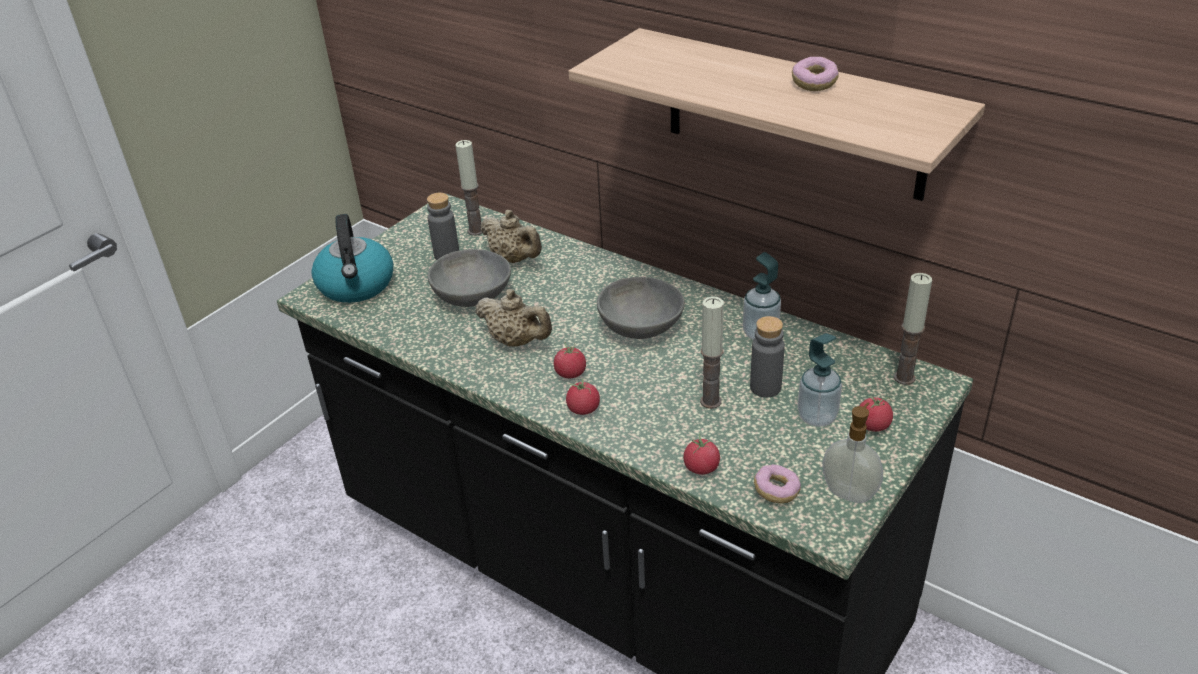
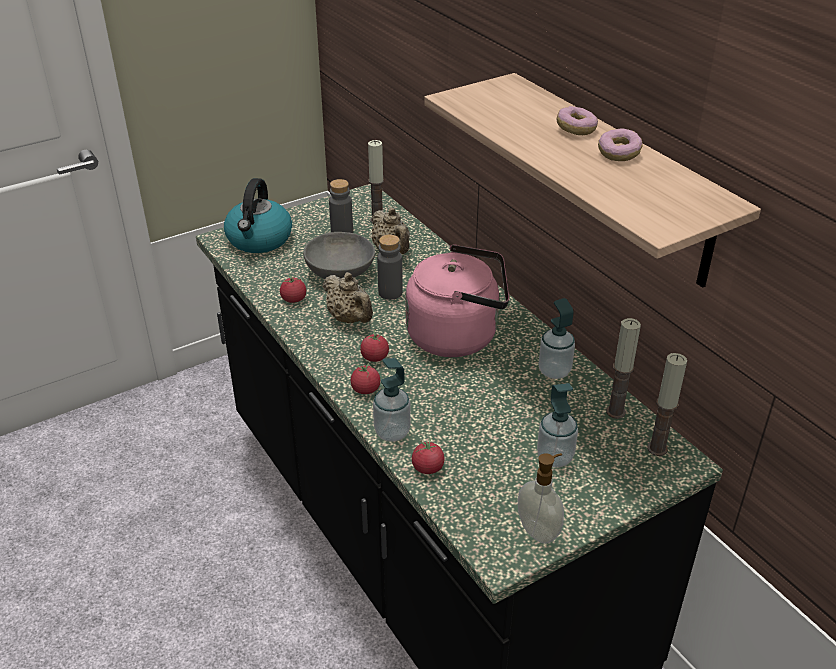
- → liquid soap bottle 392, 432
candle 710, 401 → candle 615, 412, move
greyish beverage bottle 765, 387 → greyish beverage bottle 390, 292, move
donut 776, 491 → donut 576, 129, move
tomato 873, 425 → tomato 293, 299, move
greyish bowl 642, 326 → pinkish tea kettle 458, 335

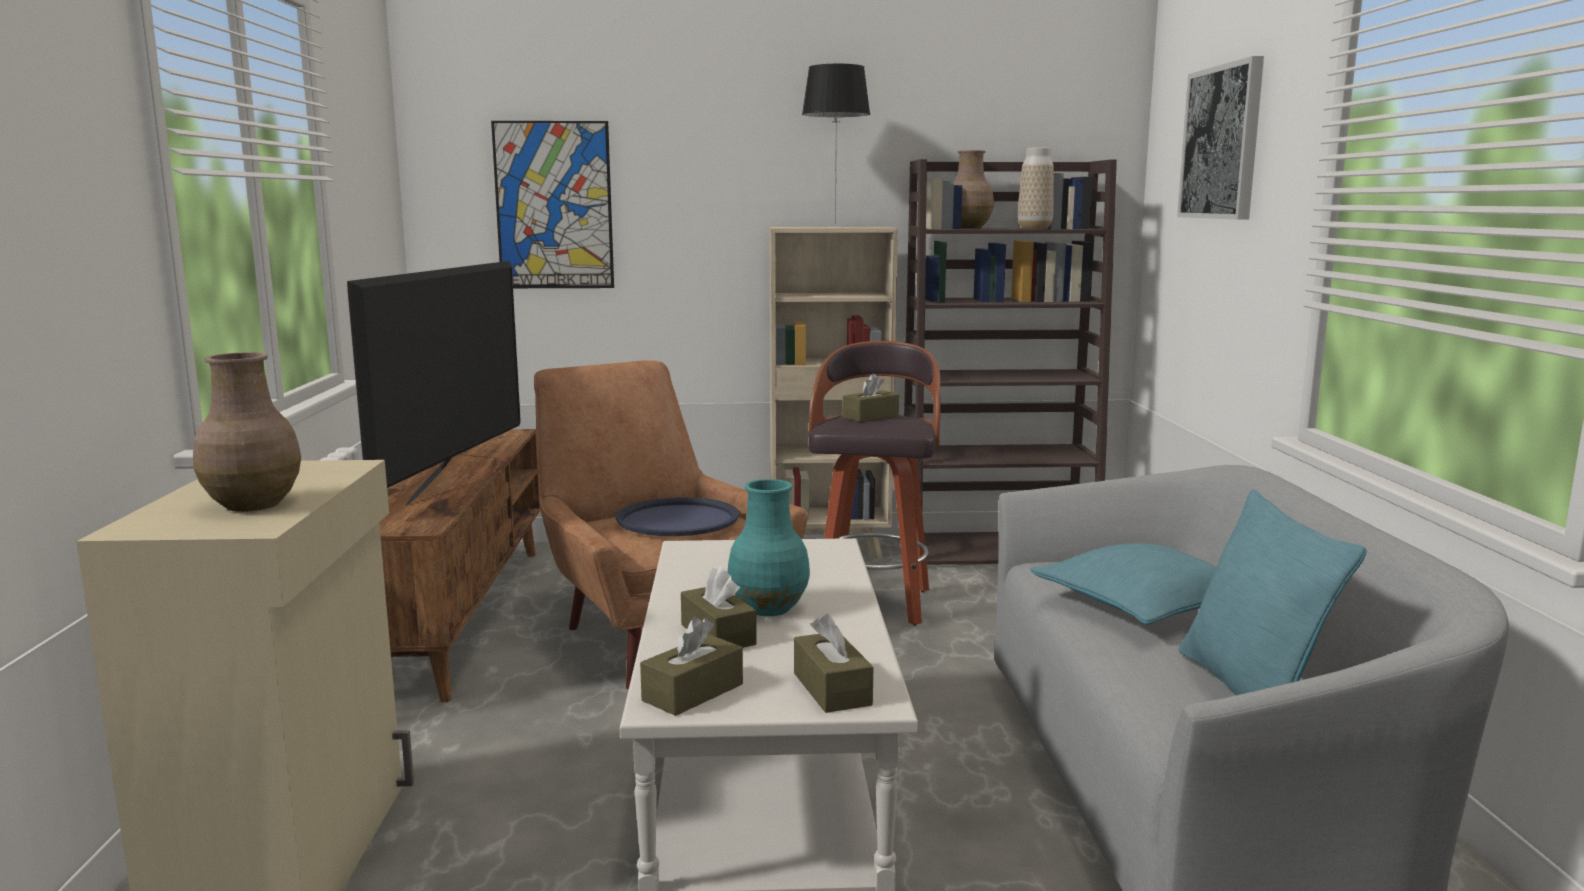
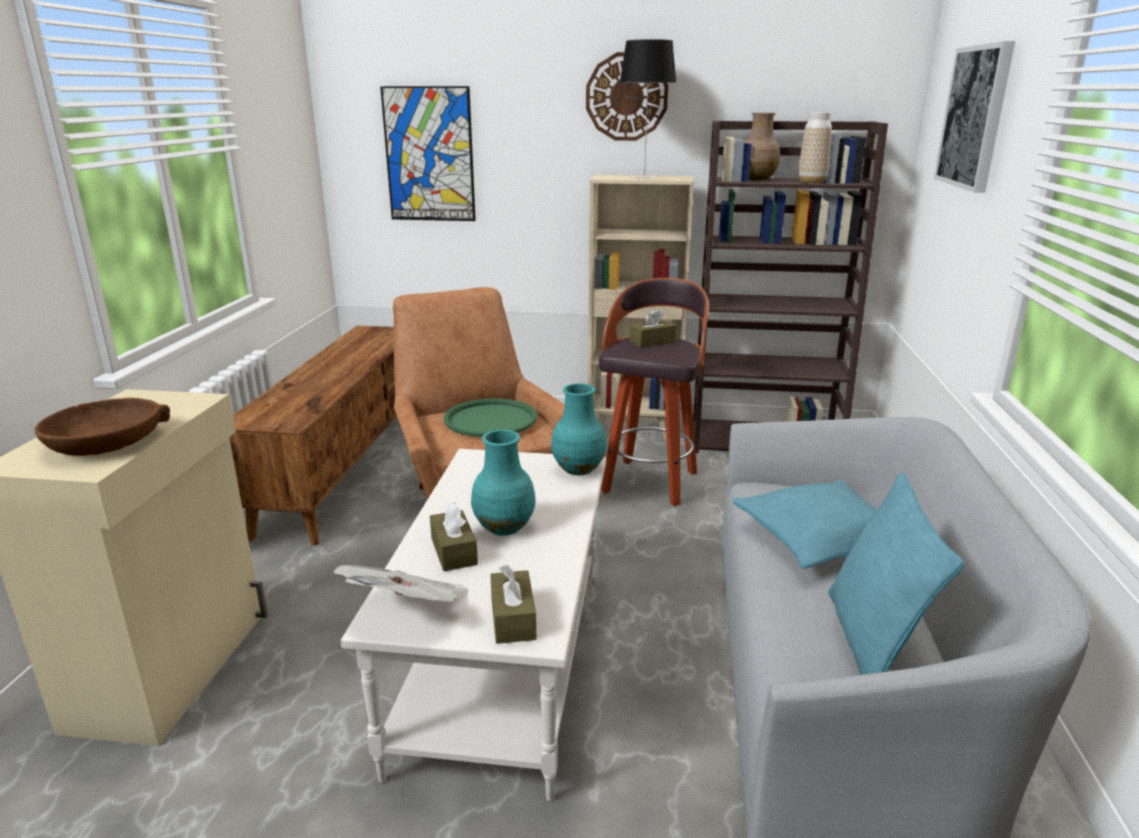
TV 452, 480 → -
- → turquoise decorative vase 578, 468
- → hanging clock 626, 97
brown-coloured decorative vase 252, 504 → brown-coloured bowl 106, 441
brown-coloured box of tissues 693, 692 → daily paper 408, 610
blue tray 677, 519 → greenish tray 490, 419

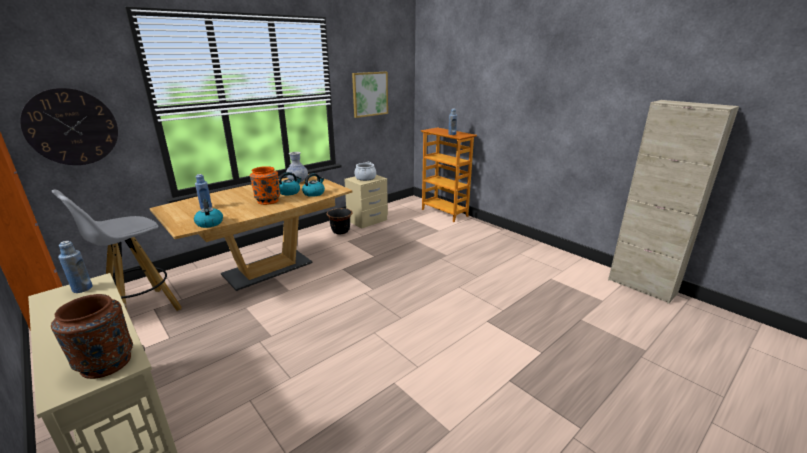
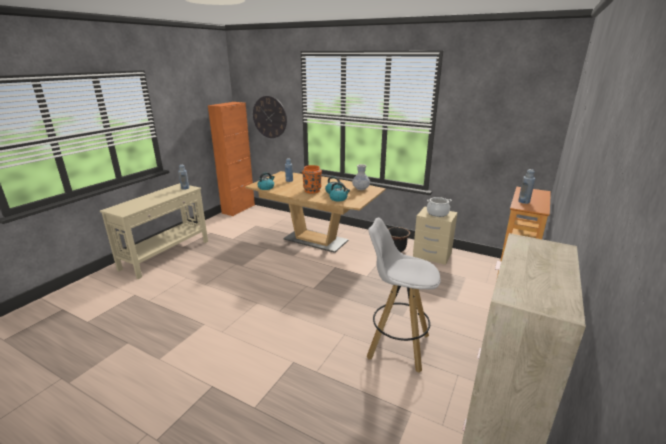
brown-coloured decorative vase 105, 362 → -
picture 370, 94 → -
white-coloured sitting stool 141, 311 → white-coloured sitting stool 397, 346, move

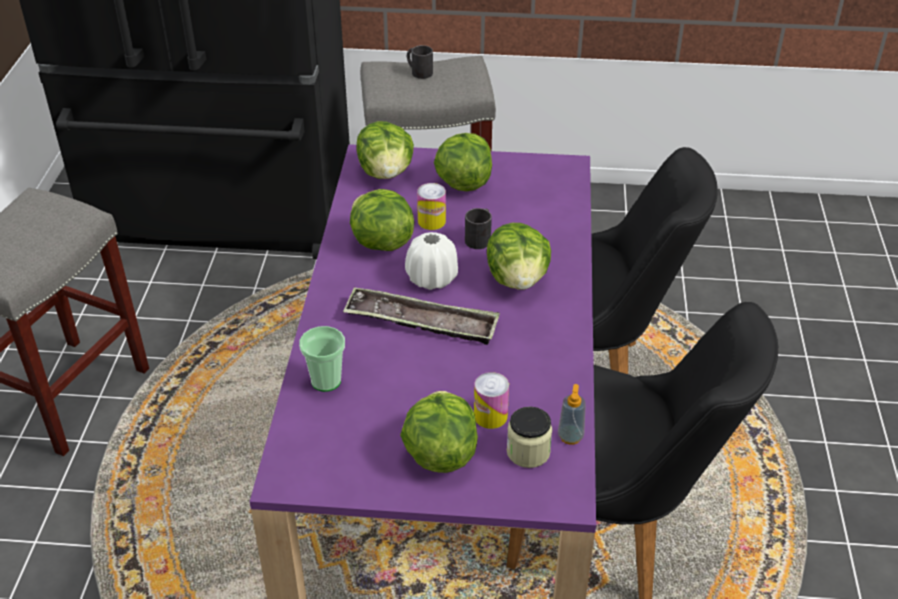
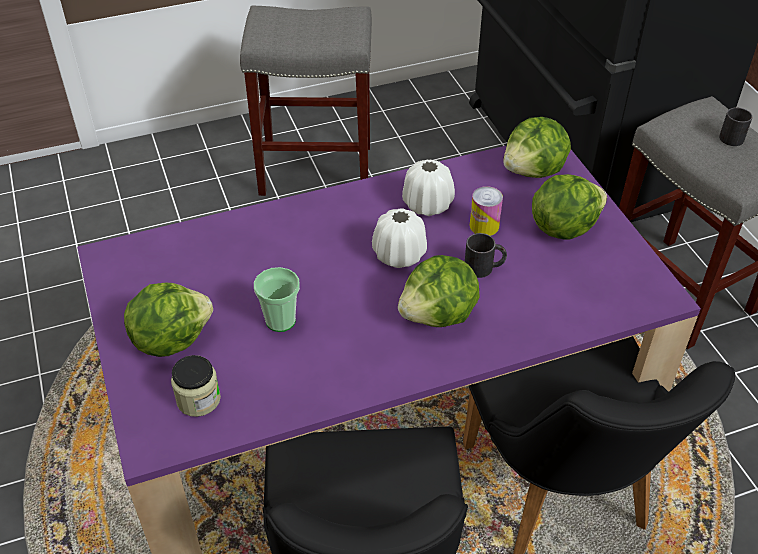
tray 421, 322 → -
metal can 490, 416 → -
liquid soap bottle 570, 436 → -
small cup 326, 381 → small cup 280, 320, move
lettuce head 381, 243 → white-coloured decorative vase 427, 205

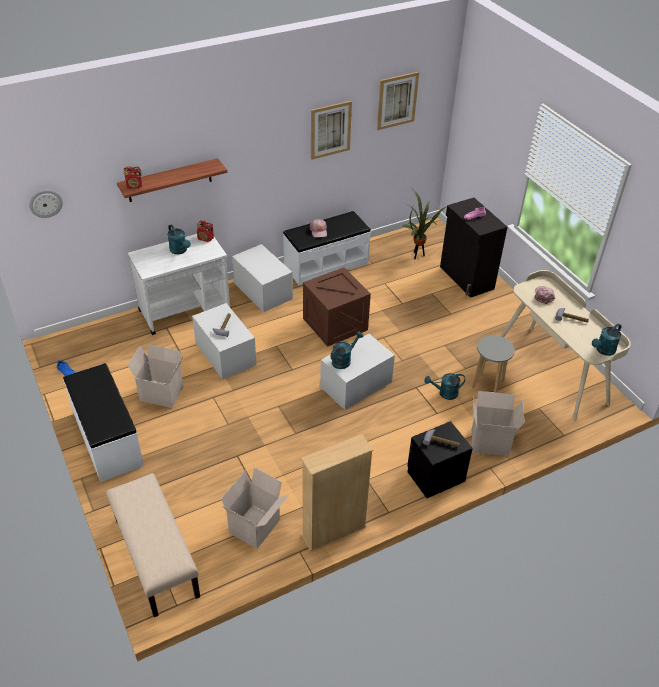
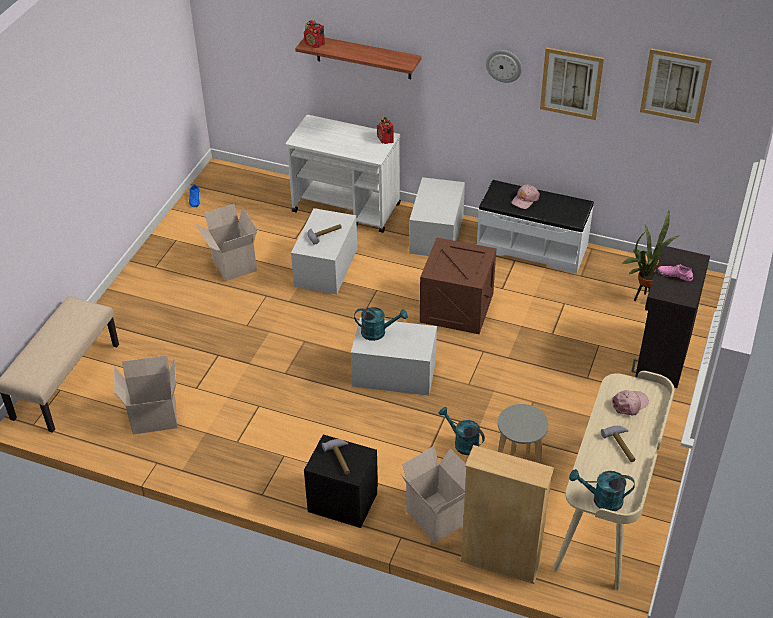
white-coloured long seat 106, 439 → -
turquoise watering pot 180, 250 → -
hanging clock 45, 203 → hanging clock 504, 65, move
sand-coloured bookshelf 333, 531 → sand-coloured bookshelf 500, 562, move

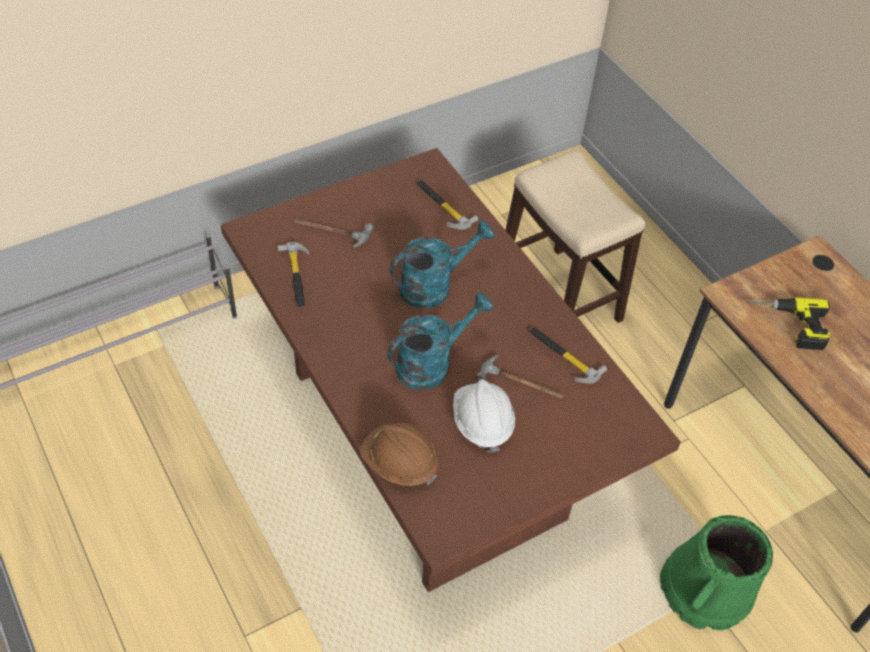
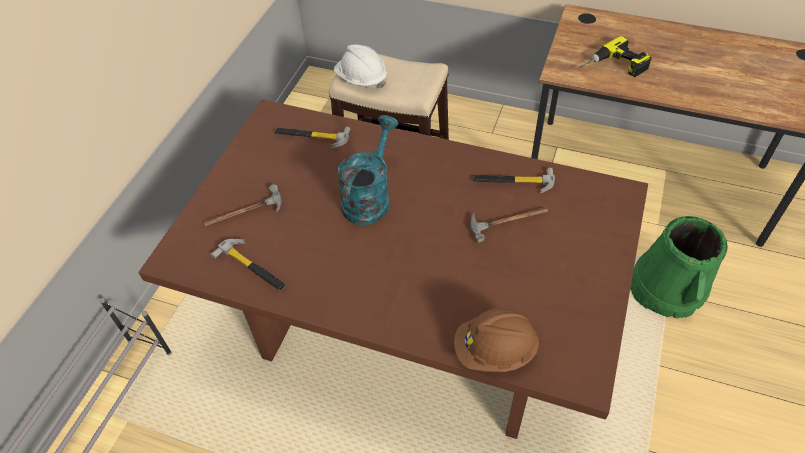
turquoise watering pot 431, 363 → -
white-coloured hard hat 482, 423 → white-coloured hard hat 361, 79, move

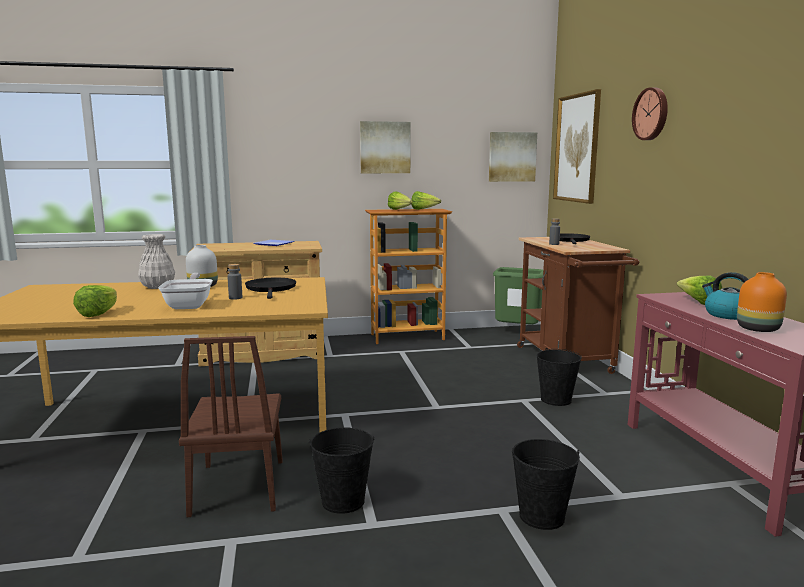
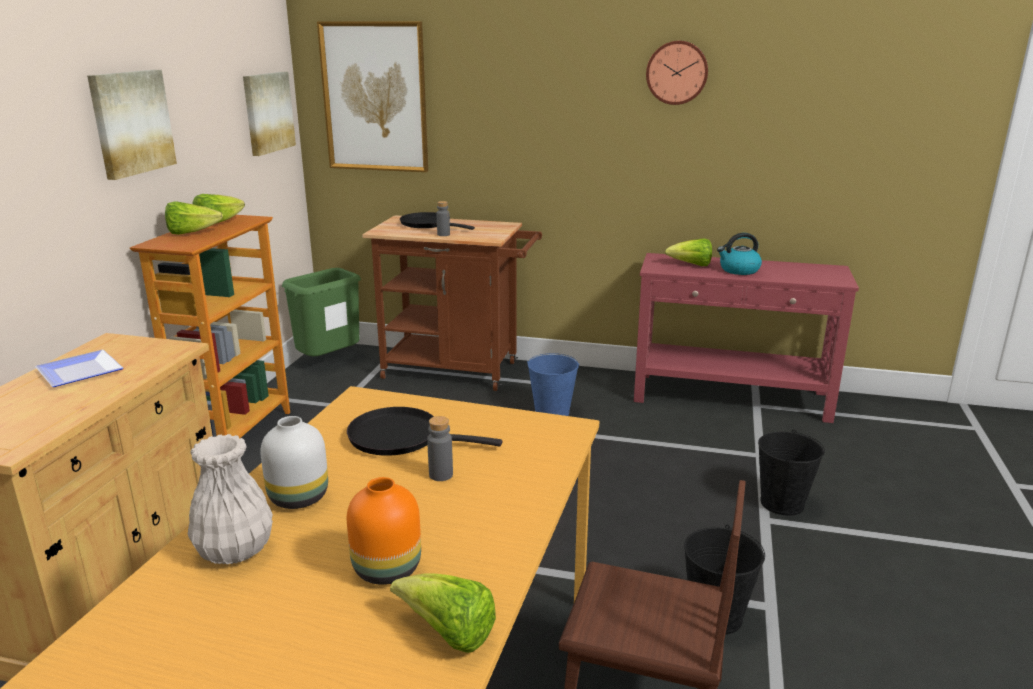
skillet 190, 305 → -
hanging clock 651, 114 → hanging clock 677, 72, move
orange-coloured decorative vase 758, 329 → orange-coloured decorative vase 386, 568, move
black-coloured pail 555, 400 → blue pail 552, 412

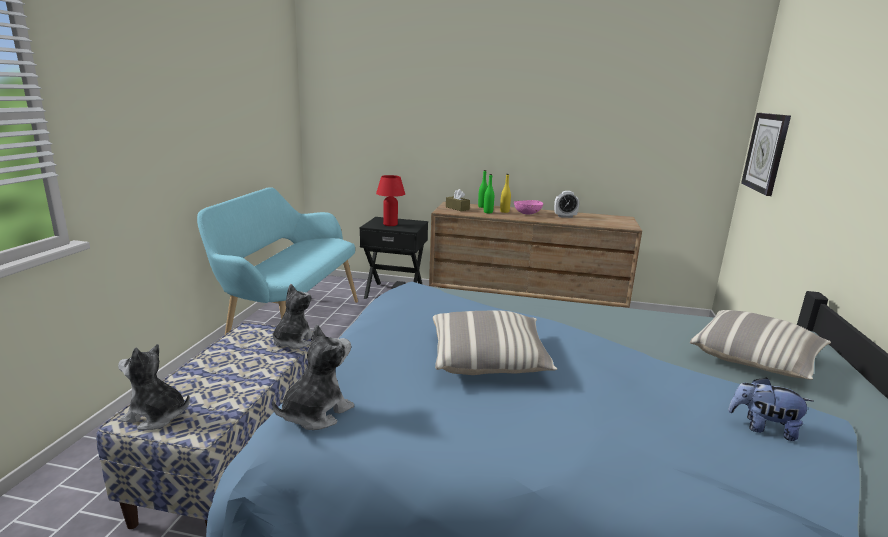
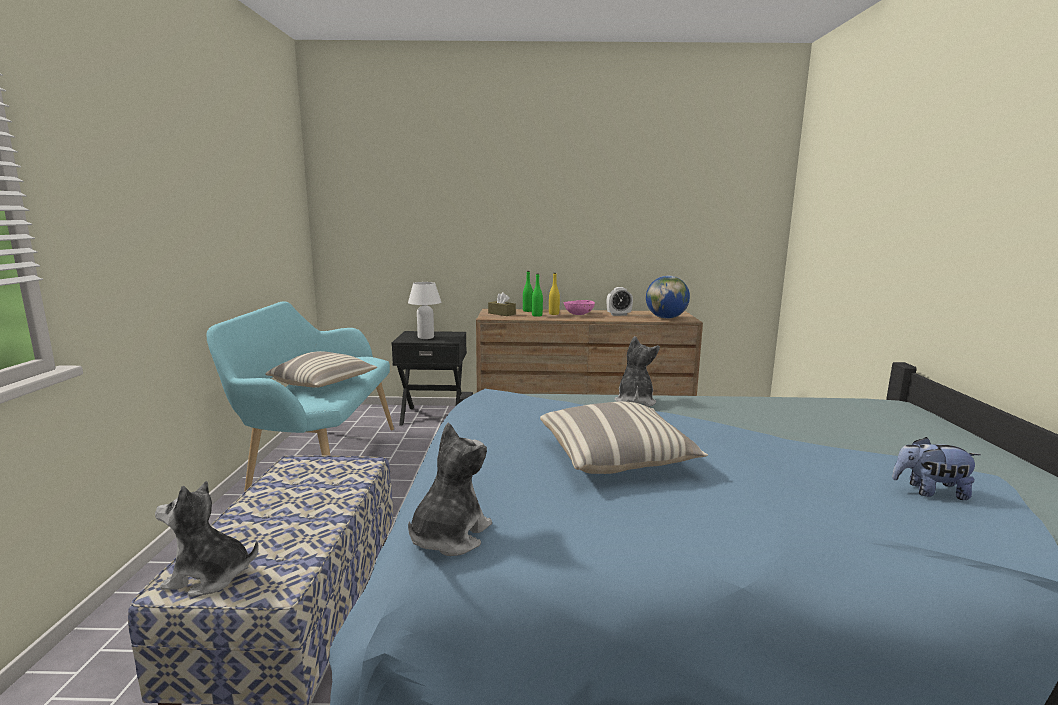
hanging clock 766, 152 → -
- → desk globe 666, 318
cuddly toy 293, 341 → cuddly toy 634, 401, move
throw pillow 755, 360 → throw pillow 323, 384, move
red-coloured table lamp 390, 224 → white-coloured table lamp 425, 337

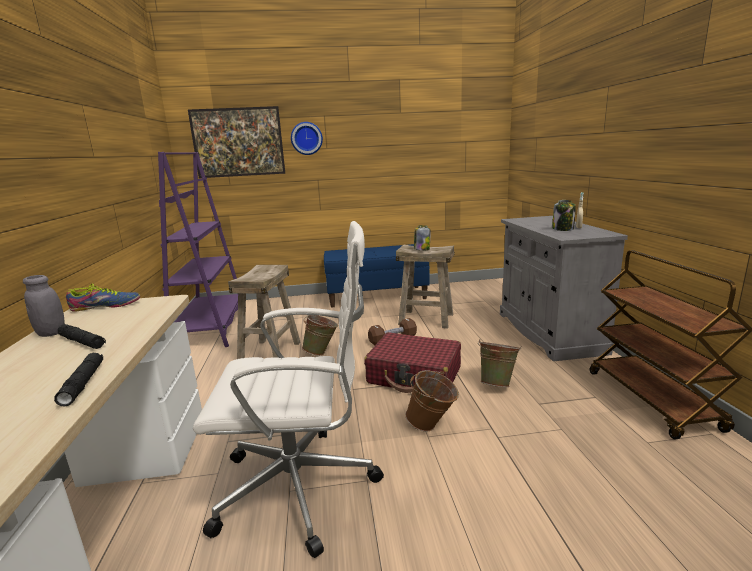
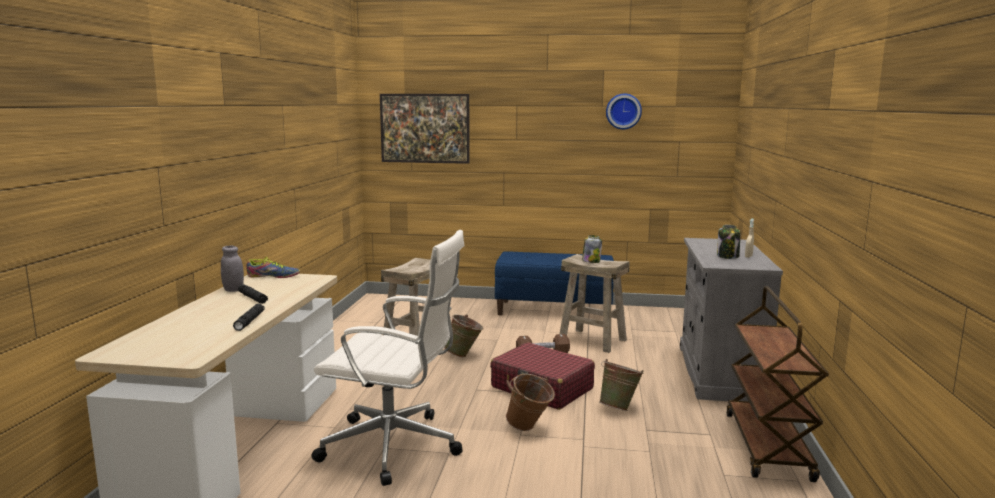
purple bookshelf 211, 328 → -
hanging clock 306, 138 → hanging clock 623, 111, move

